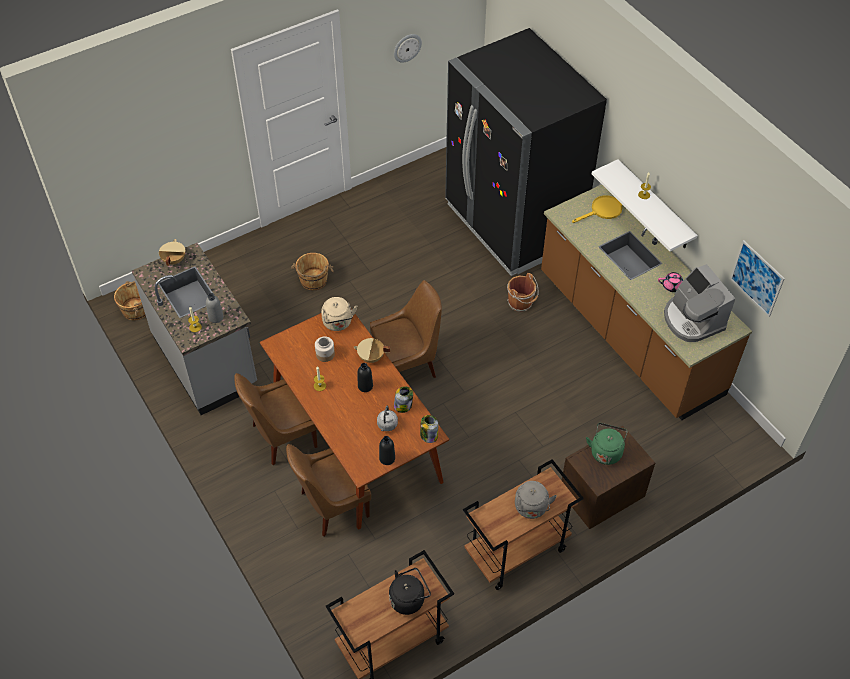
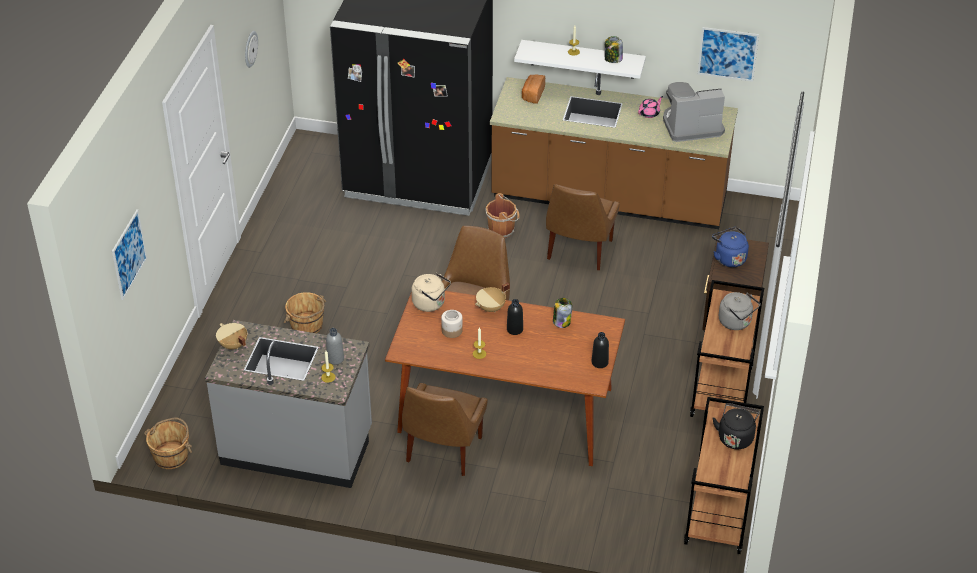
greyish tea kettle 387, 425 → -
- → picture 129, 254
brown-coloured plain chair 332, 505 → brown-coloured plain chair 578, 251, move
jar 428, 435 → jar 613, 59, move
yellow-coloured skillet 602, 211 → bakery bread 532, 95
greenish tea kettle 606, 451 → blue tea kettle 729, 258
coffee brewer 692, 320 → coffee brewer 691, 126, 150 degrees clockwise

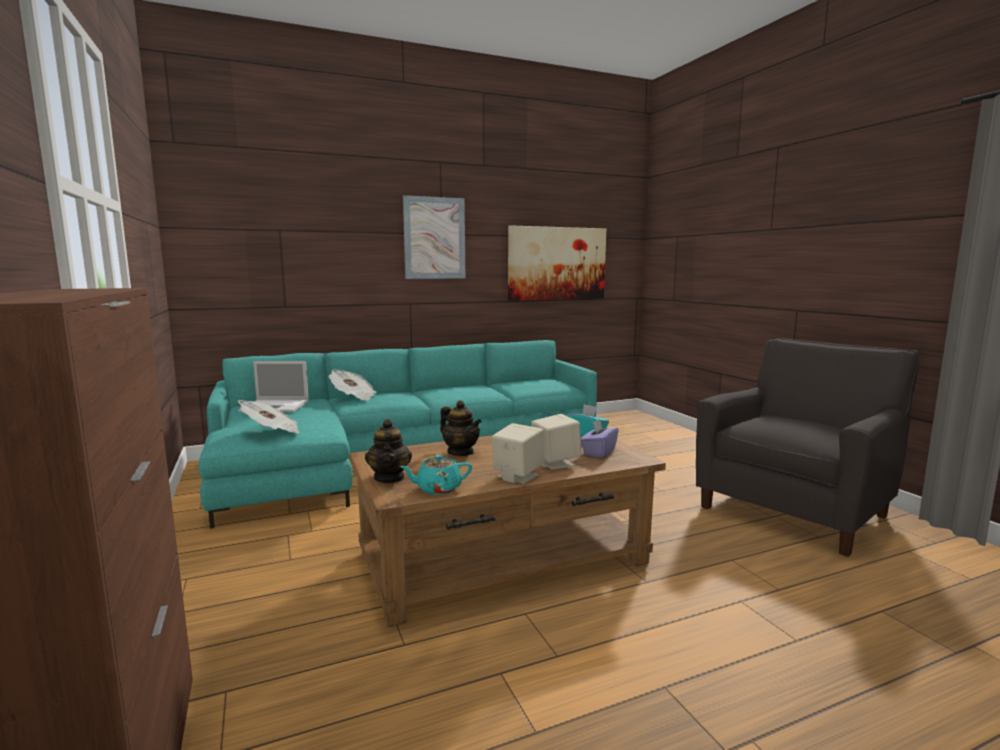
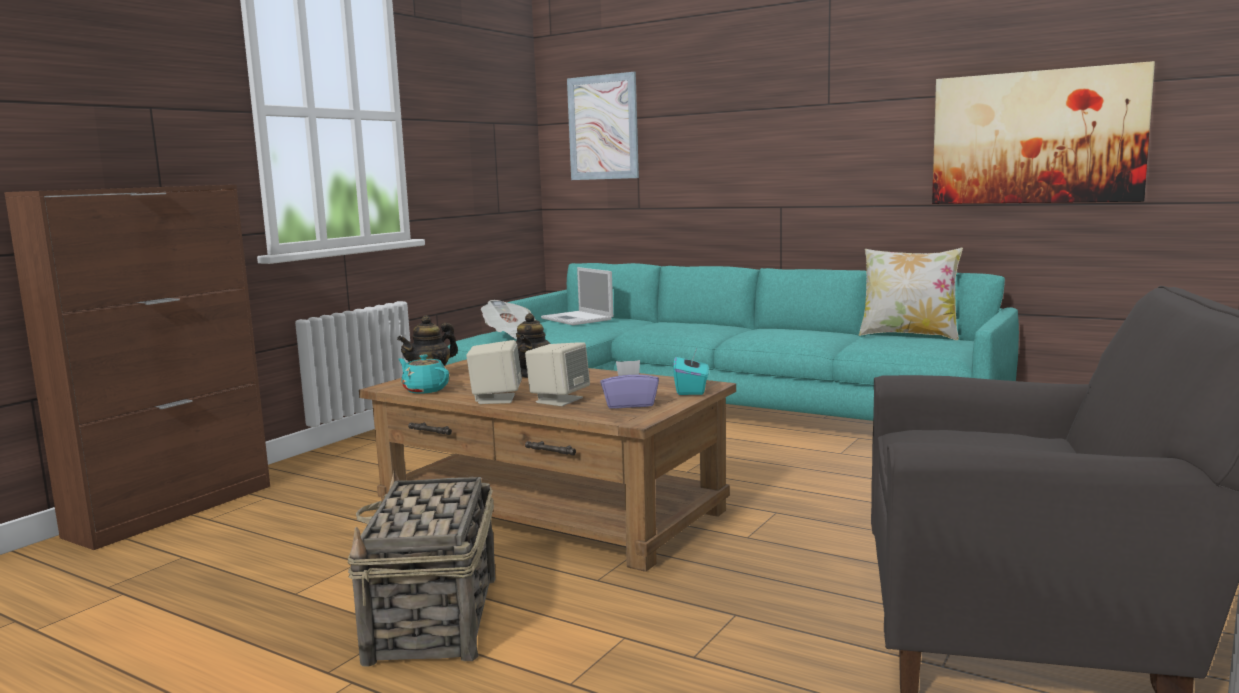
daily paper 353, 397 → -
- → household basket 433, 619
- → throw pillow 909, 335
picture 434, 238 → picture 603, 127, move

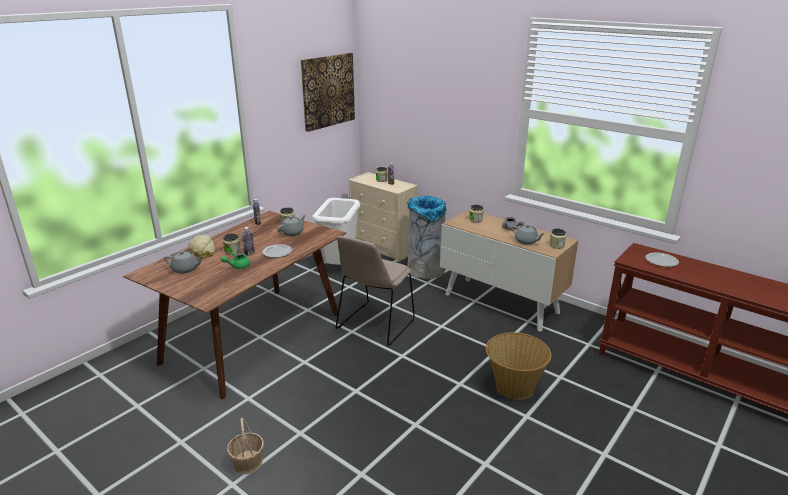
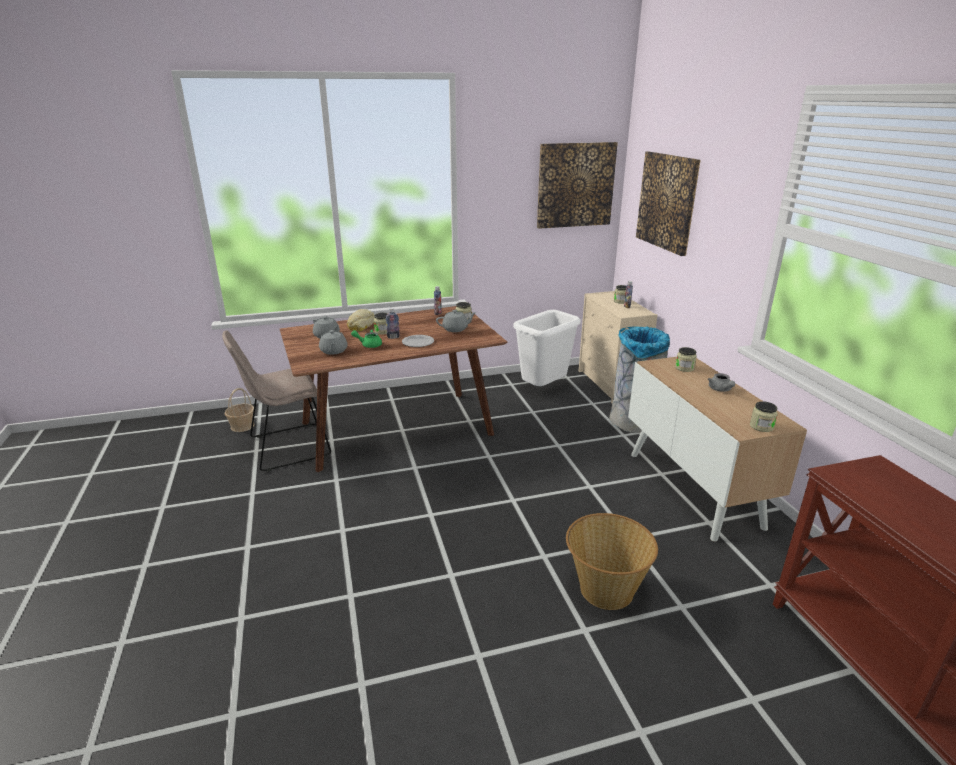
flat dish 661, 261 → -
- → picture 667, 202
household basket 247, 463 → household basket 242, 426, move
sand-coloured plain chair 374, 325 → sand-coloured plain chair 286, 447, move
greyish teapot 526, 241 → greyish teapot 333, 351, move

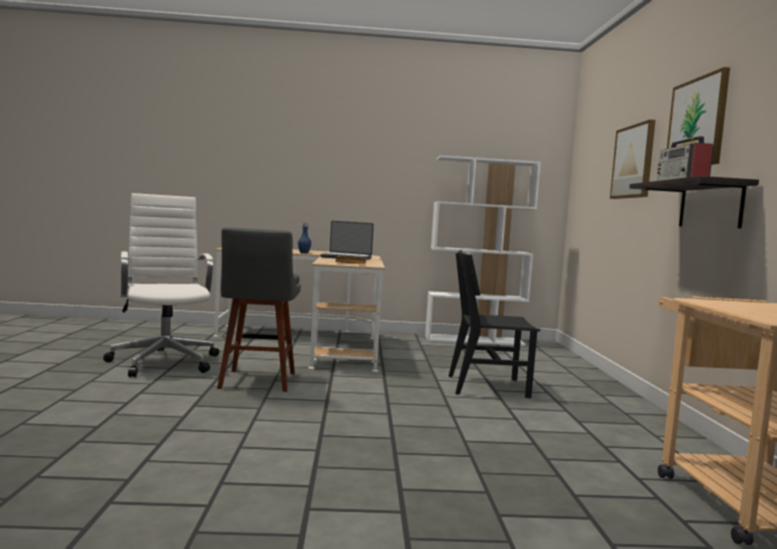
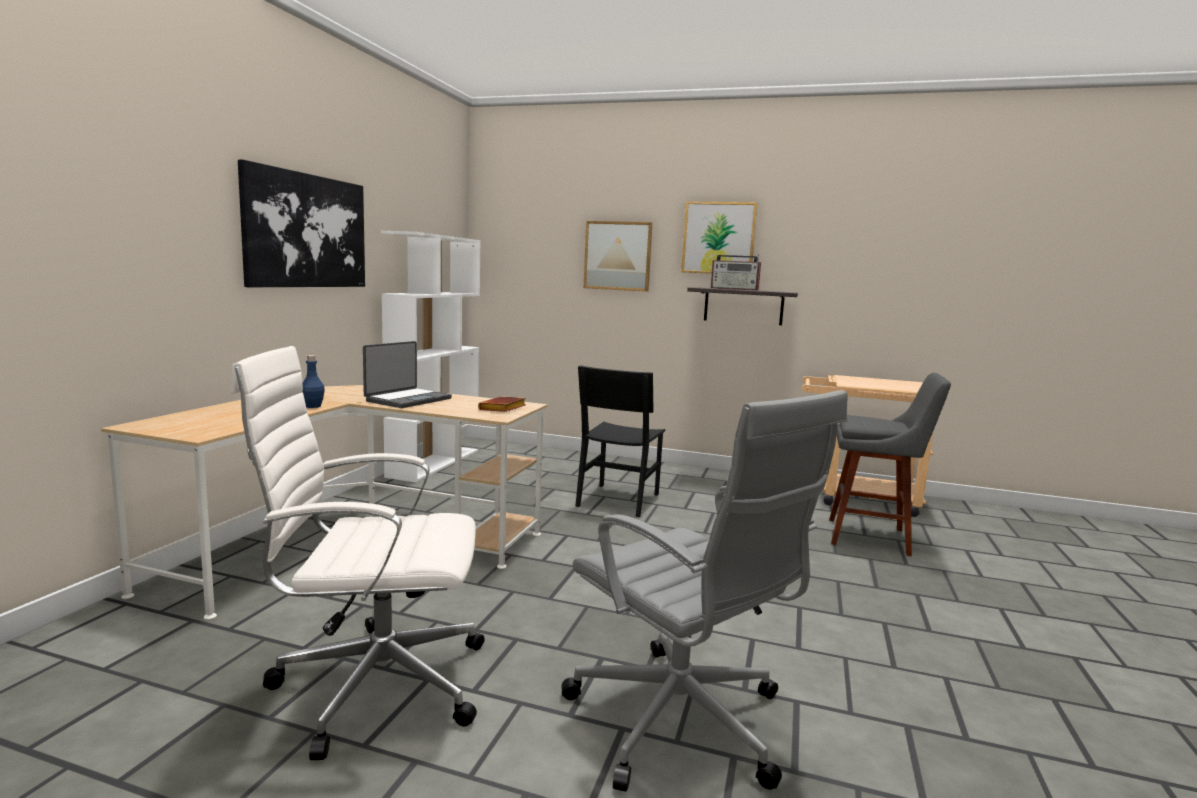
- → picture 306, 231
- → greyish desk chair 682, 723
greyish sitting stool 257, 382 → greyish sitting stool 873, 537, move

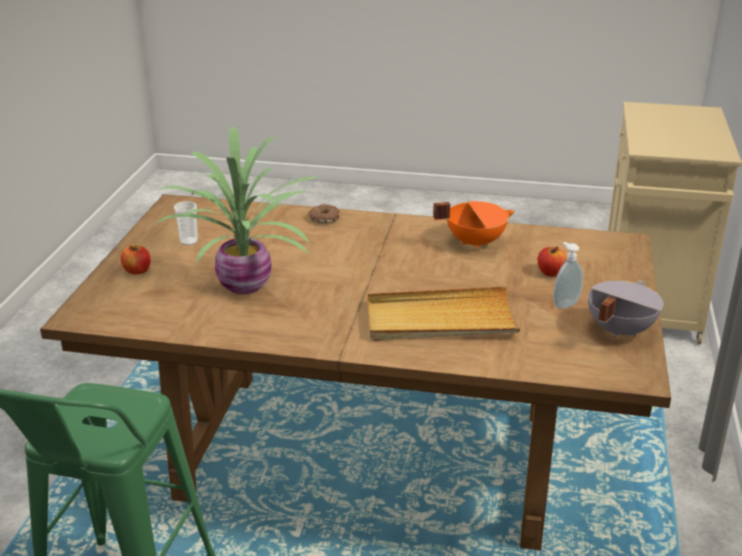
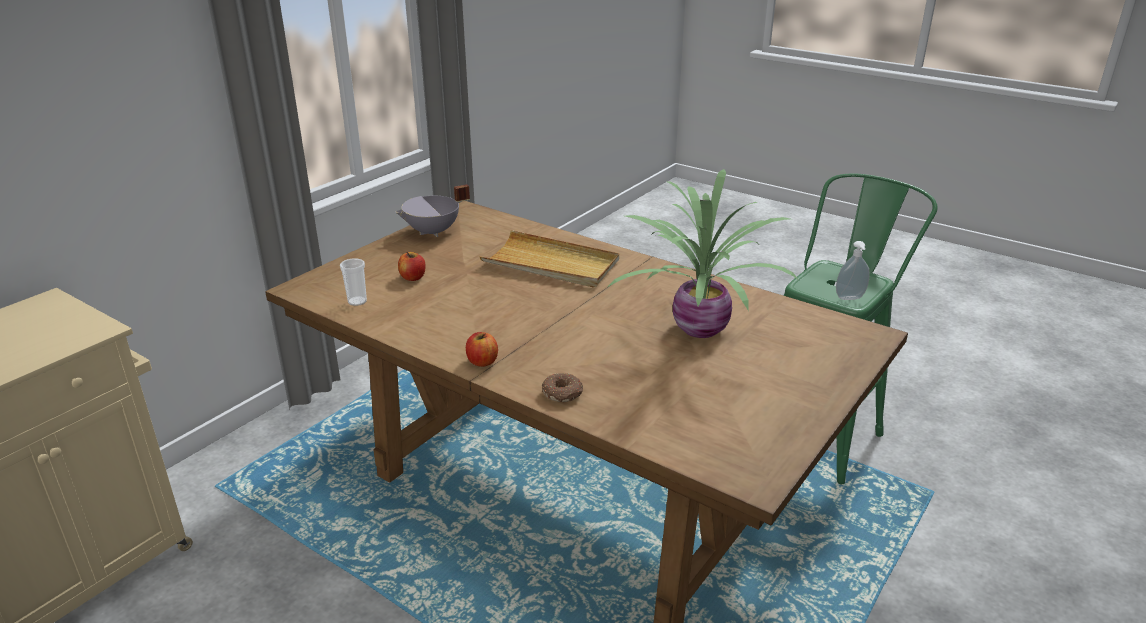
orange-coloured stockpot 474, 242 → -
apple fruit 137, 271 → apple fruit 482, 361, move
small cup 189, 241 → small cup 357, 301, move
liquid soap bottle 564, 304 → liquid soap bottle 850, 298, move

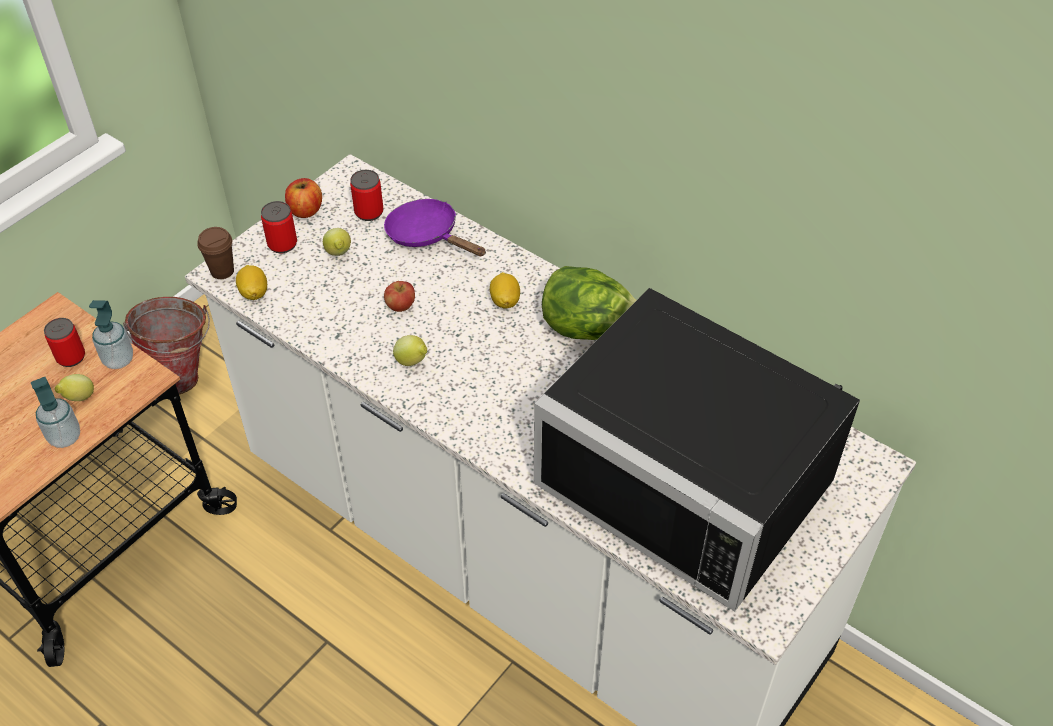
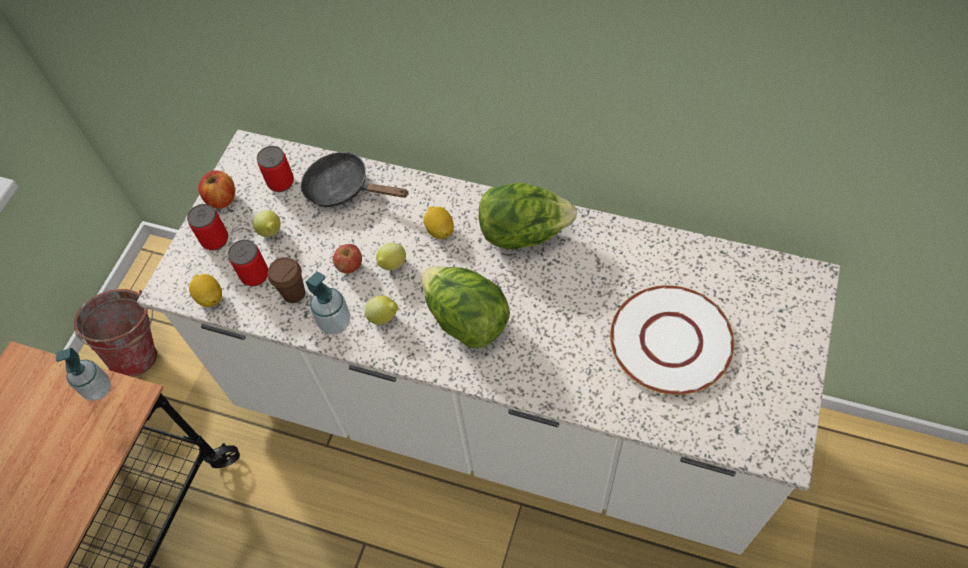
- → lettuce head 466, 320
liquid soap bottle 65, 437 → liquid soap bottle 335, 322, move
metal can 71, 357 → metal can 255, 275, move
whole lemon 79, 398 → whole lemon 392, 265, move
brown-coloured small cup 222, 271 → brown-coloured small cup 294, 293, move
black-coloured kitchen microwave 696, 474 → white-coloured flat dish 671, 340
purple skillet 427, 236 → black-coloured skillet 344, 188

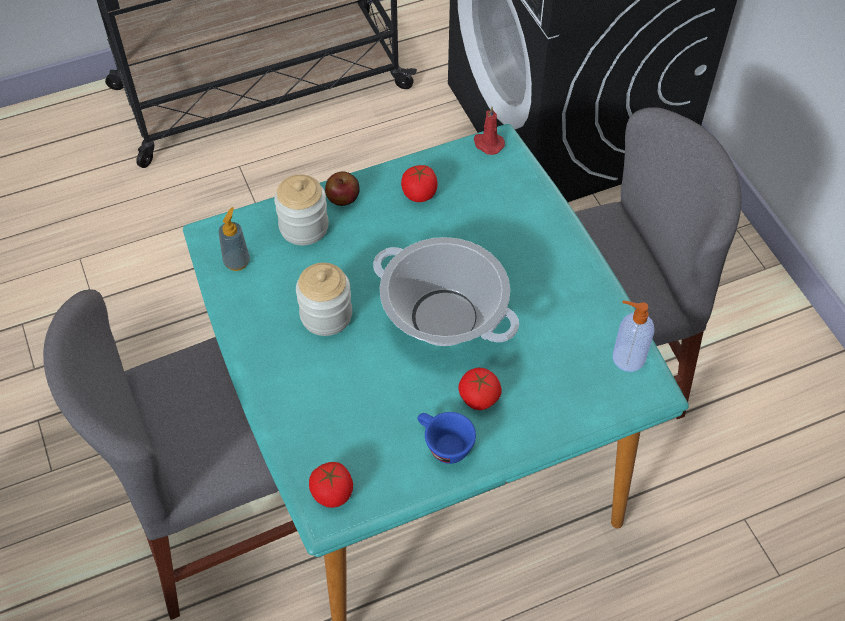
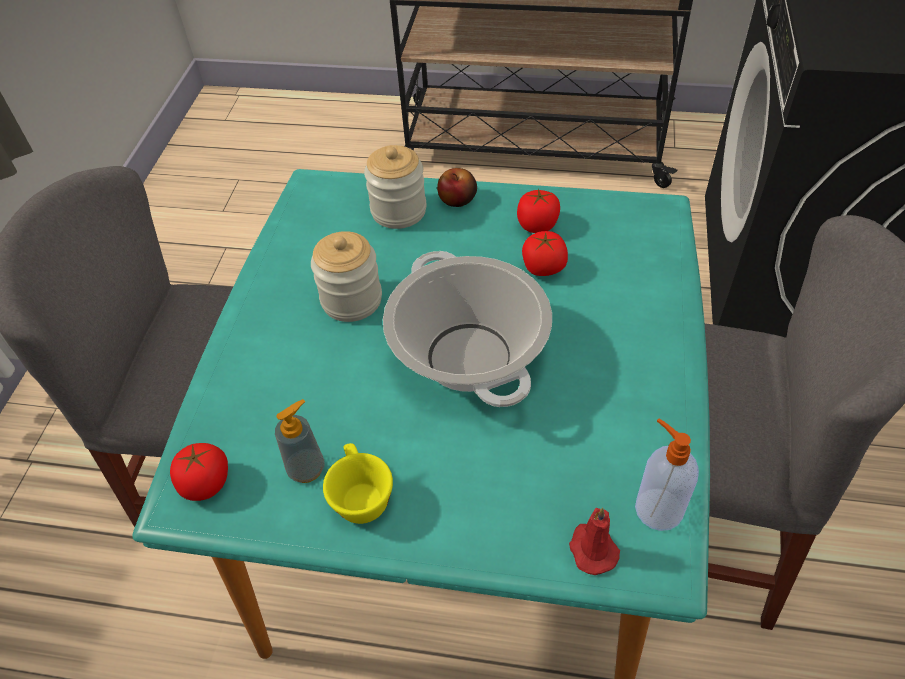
liquid soap bottle 237, 262 → liquid soap bottle 306, 469, move
tomato 478, 397 → tomato 543, 267, move
red-coloured candle 488, 144 → red-coloured candle 592, 548, move
blue small cup 443, 445 → yellow-coloured small cup 360, 495

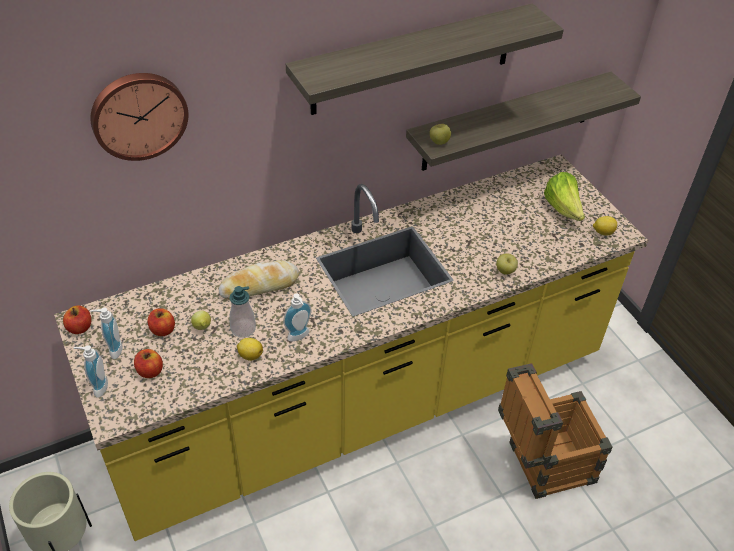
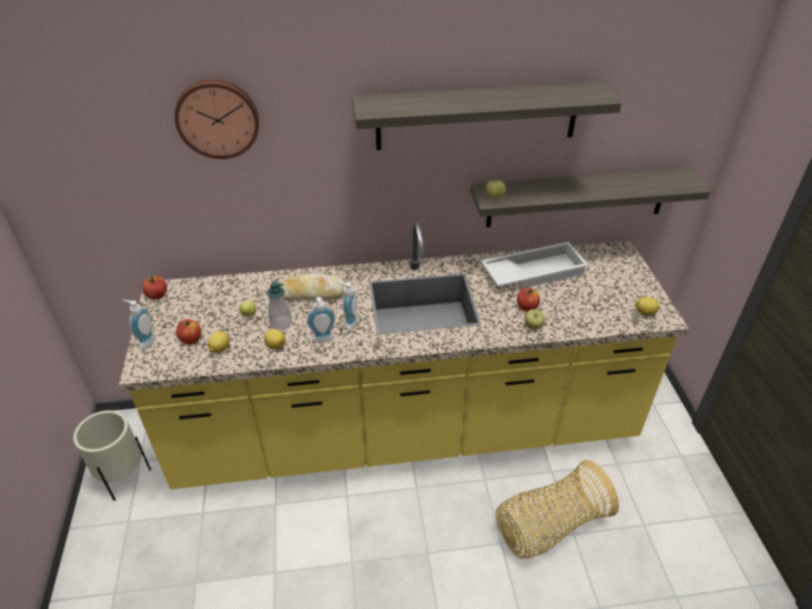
lettuce head 563, 209 → -
- → whole lemon 220, 349
- → white-coloured tray 533, 272
liquid soap bottle 112, 349 → liquid soap bottle 348, 323, move
apple fruit 162, 330 → apple fruit 526, 307, move
crate 541, 464 → household basket 549, 526

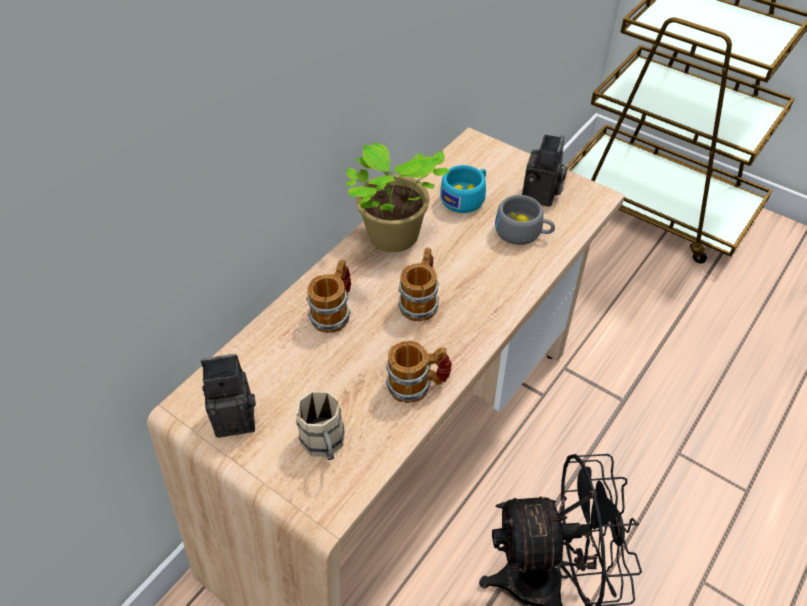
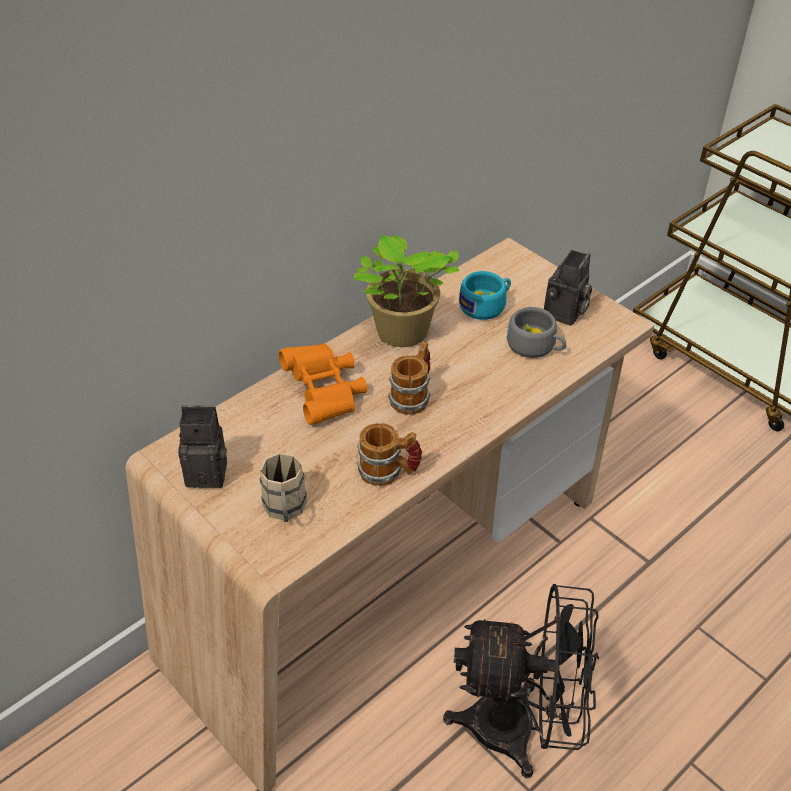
tea mug 334, 312 → orange-coloured pair of binoculars 325, 393

